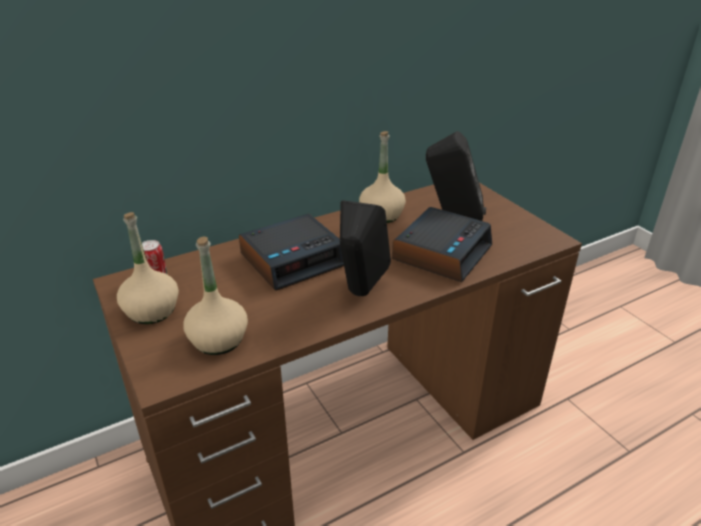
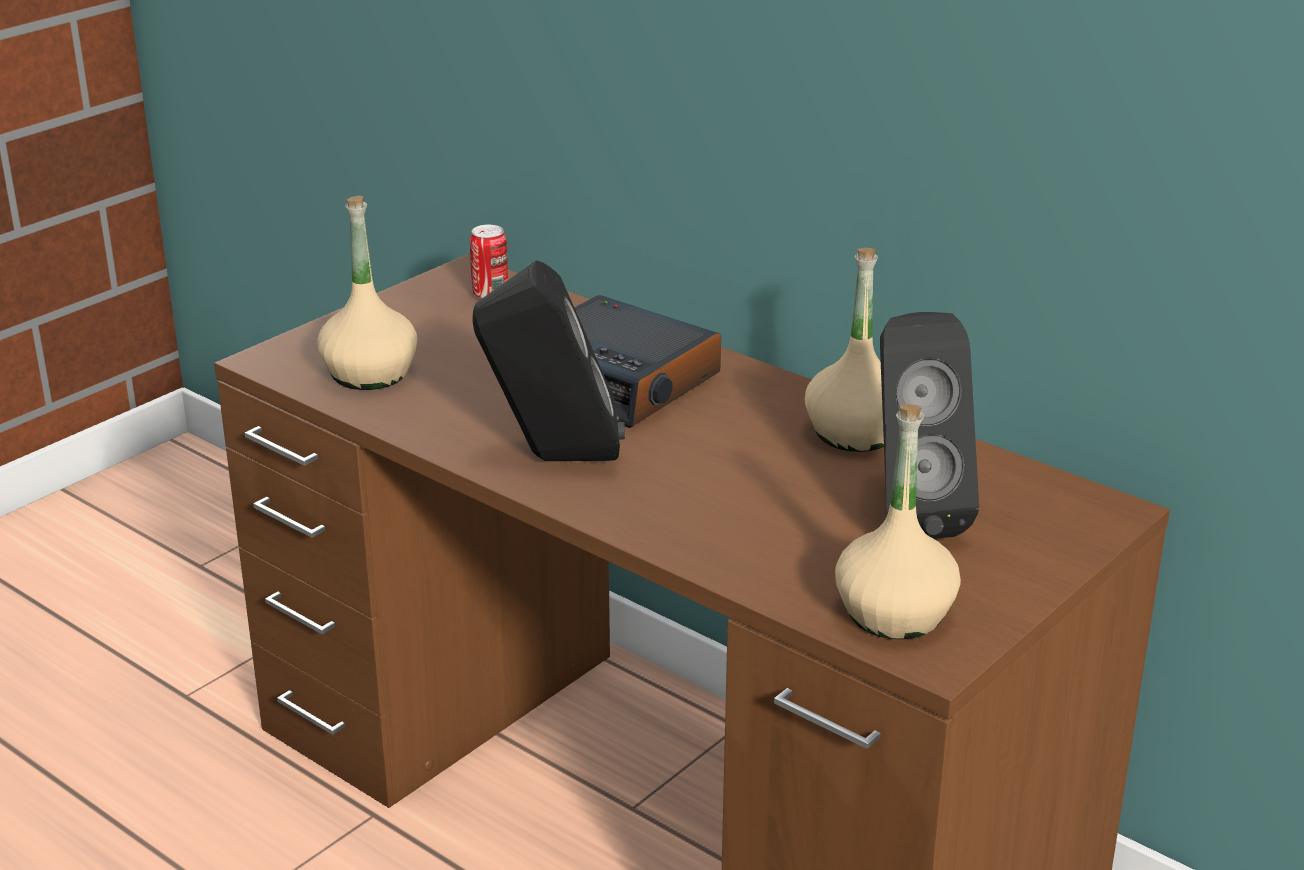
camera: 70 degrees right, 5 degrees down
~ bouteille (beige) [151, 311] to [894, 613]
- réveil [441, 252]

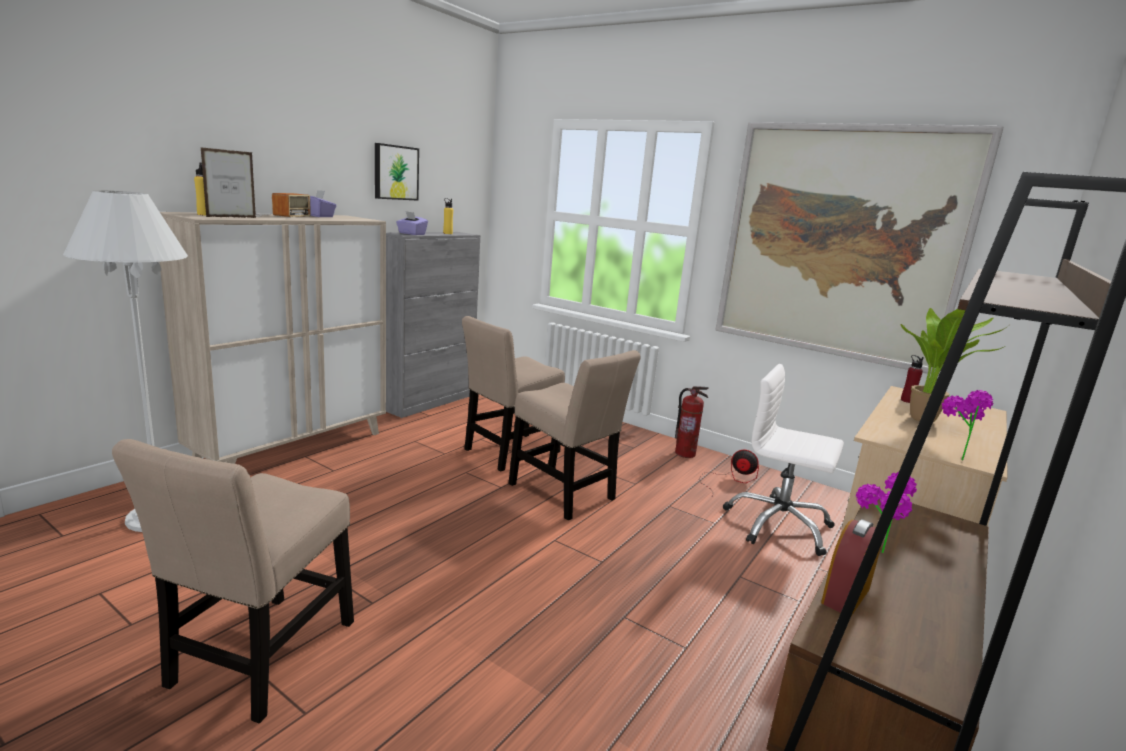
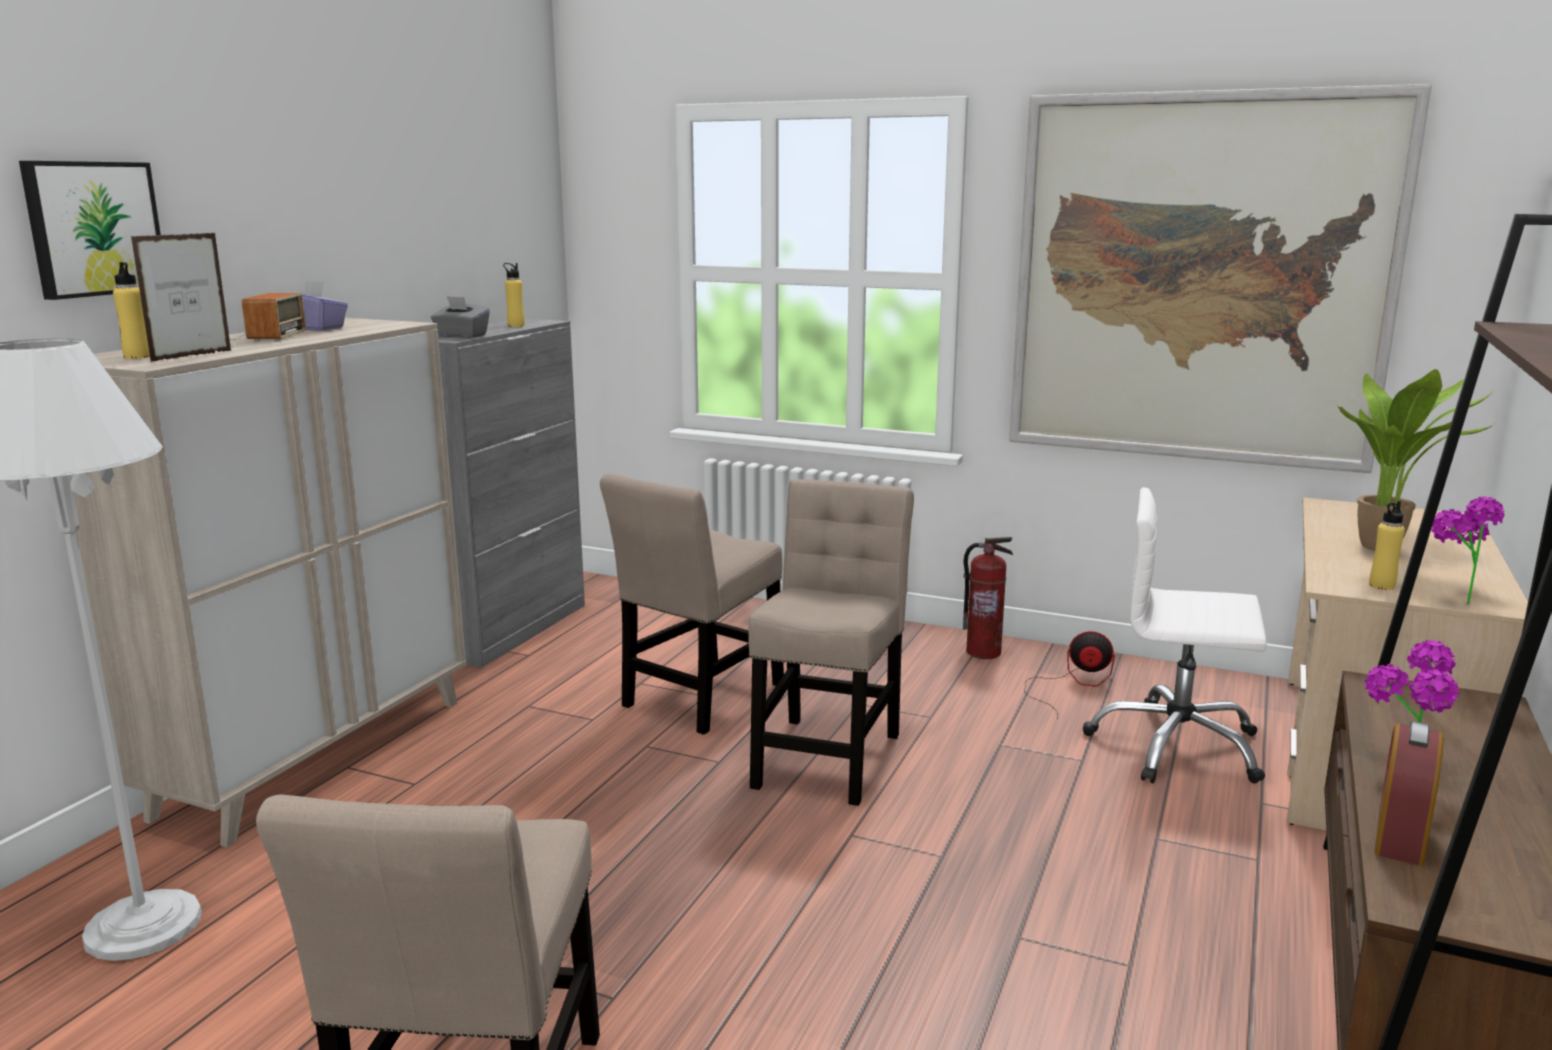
camera: 10 degrees left, 0 degrees up
~ tableau [395, 172] to [93, 228]
~ boîte à mouchoirs (violet) [411, 234] to boîte à mouchoirs (gris) [461, 336]
~ chaise (beige) [564, 494] = [828, 755] 105 degrees counterclockwise
+ bouteille (jaune) [1381, 586]
- bouteille (rouge) [907, 401]

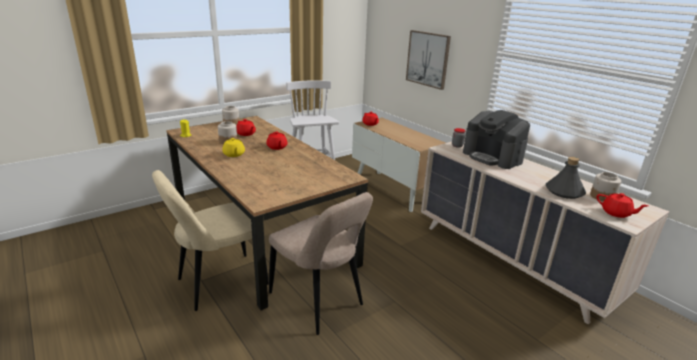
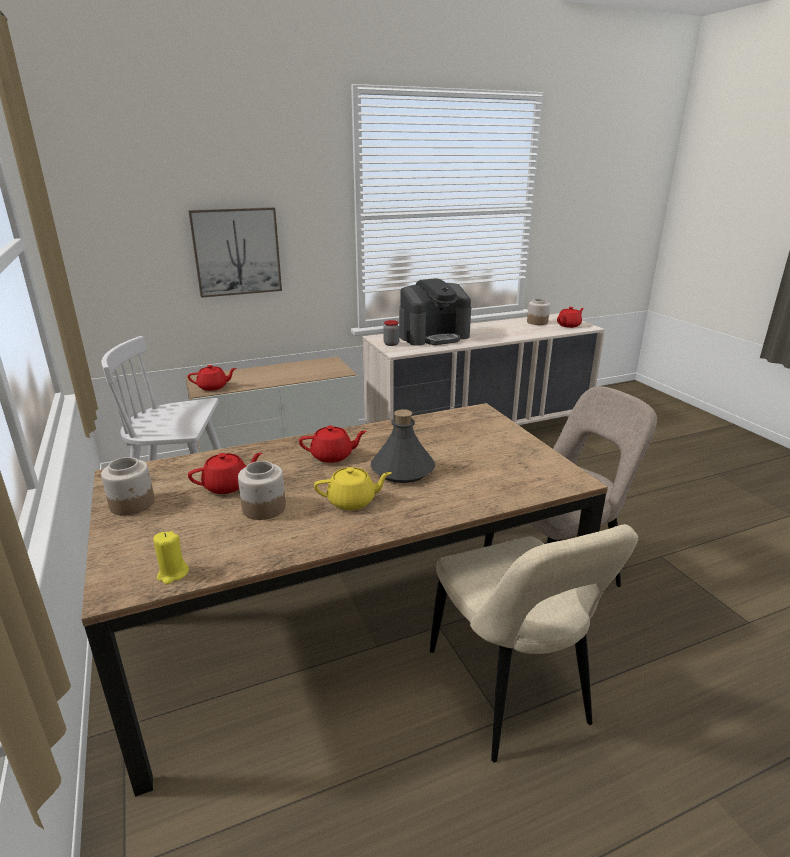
camera: 75 degrees left, 0 degrees up
~ bouteille (gris) [564, 192] to [403, 470]

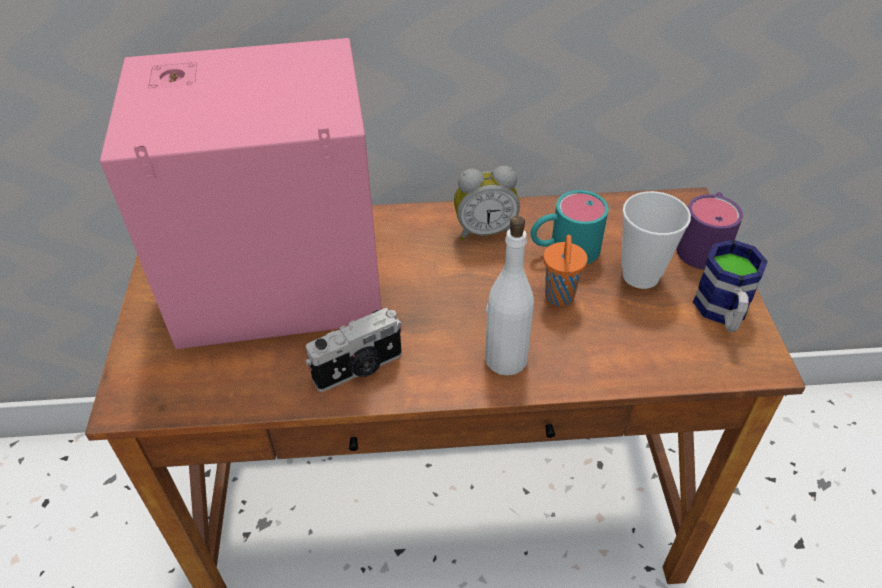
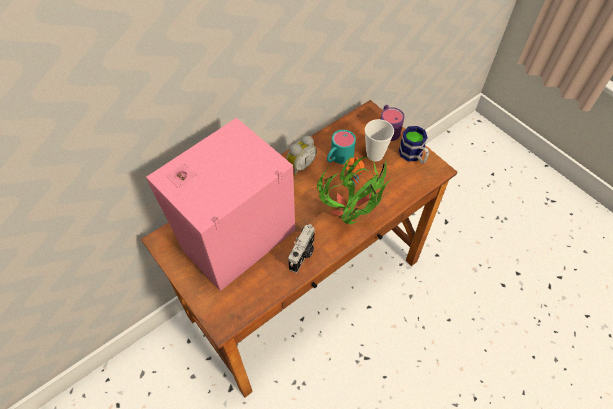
camera: 35 degrees left, 10 degrees up
~ bouteille (blanc) [505, 358] to plante en pot [353, 218]

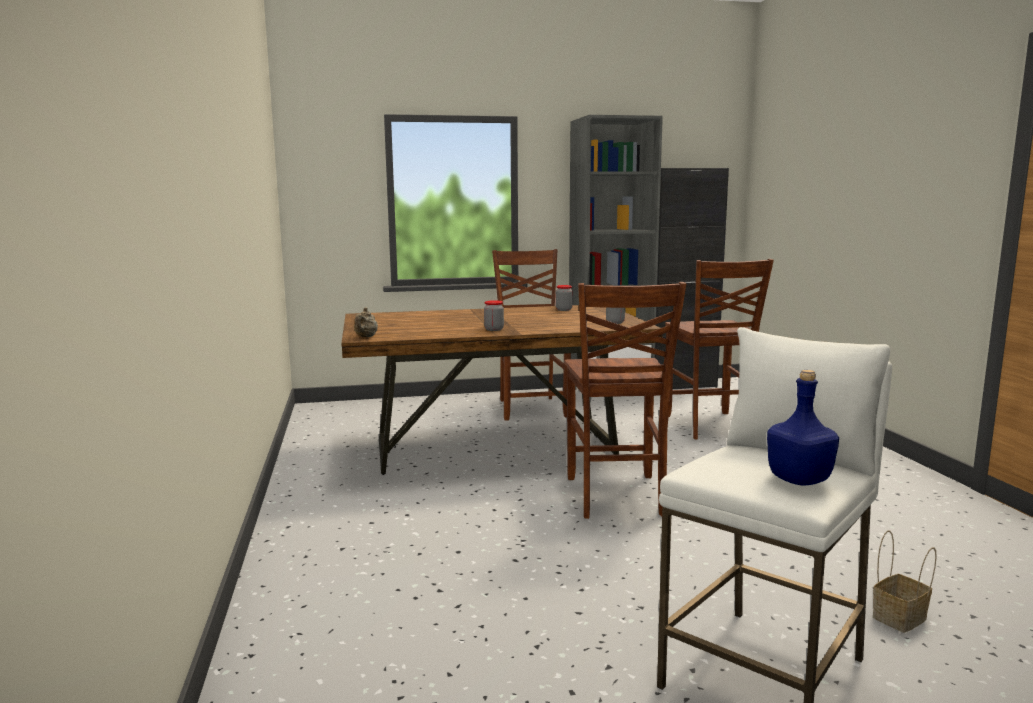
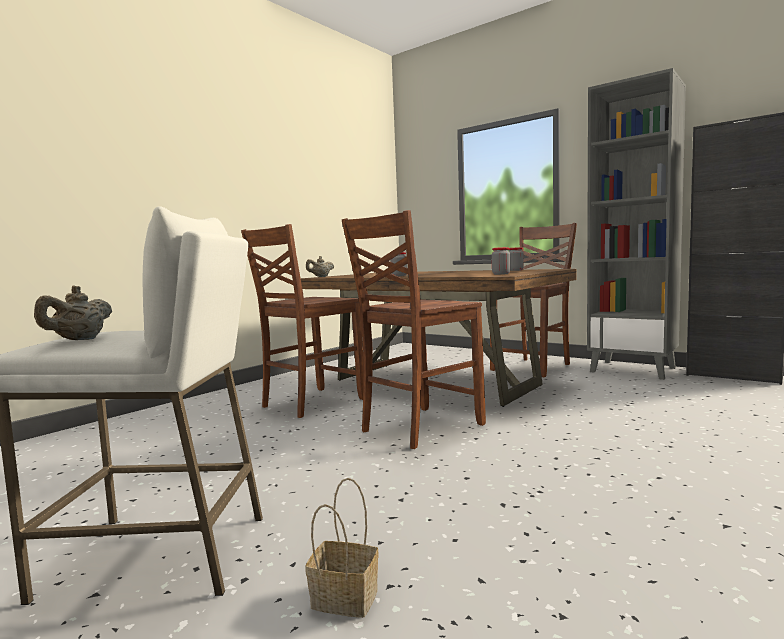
camera: 50 degrees right, 5 degrees down
~ bouteille (bleu) [800, 480] to théière (beige) [79, 340]
~ chaise (marron) [709, 426] to [310, 403]

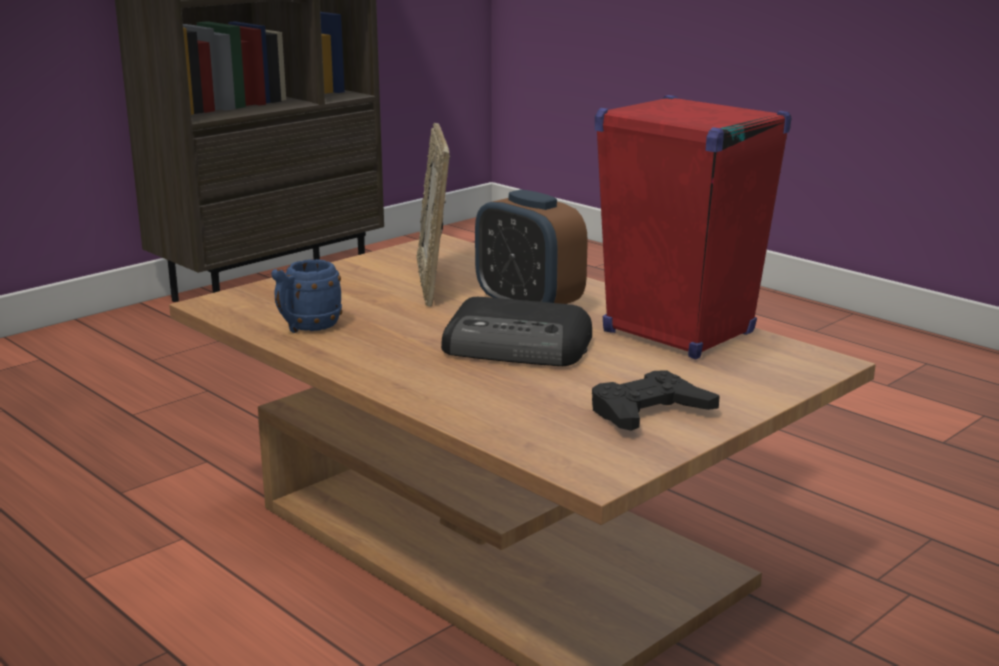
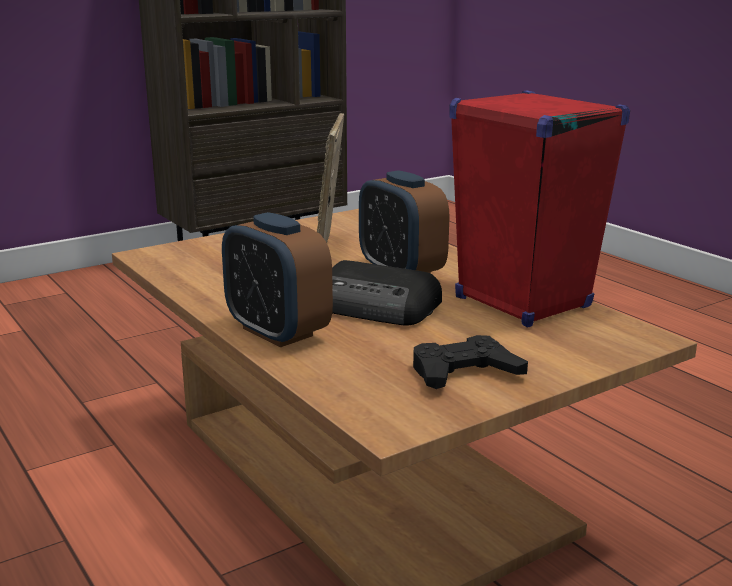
camera: 10 degrees right, 0 degrees up
+ réveil [277, 332]
- mug (bleu) [306, 327]

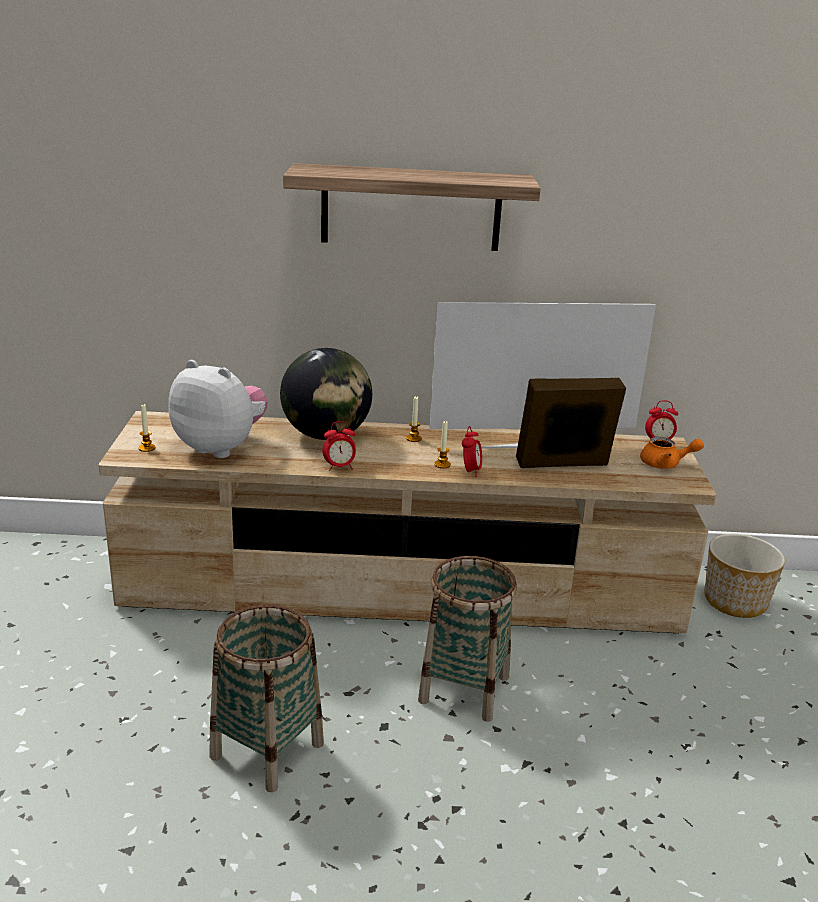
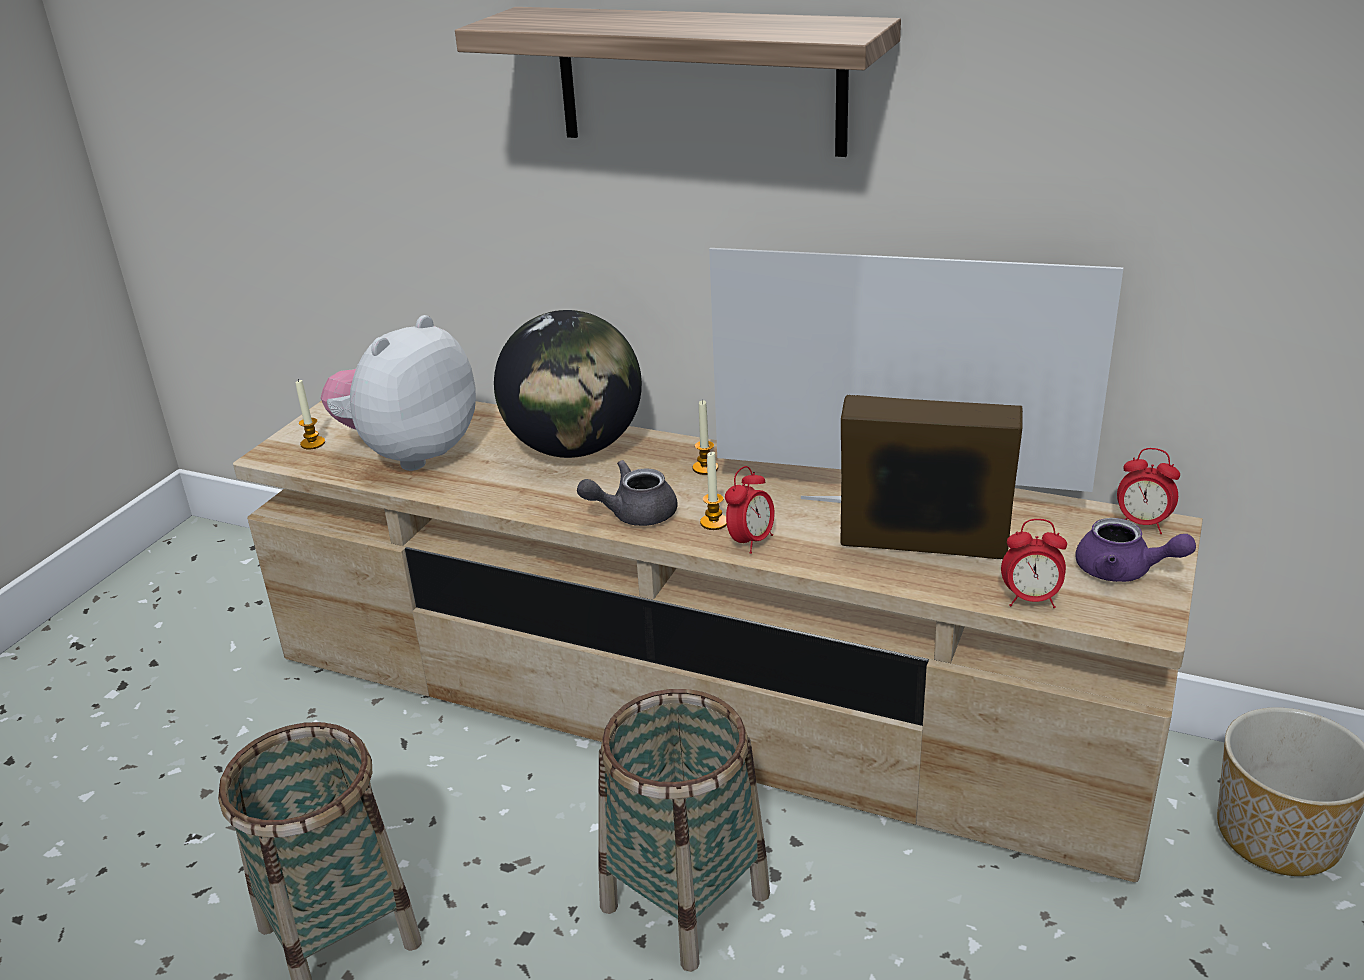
camera: 25 degrees right, 5 degrees up
~ peluche [221, 447] = [410, 453] 105 degrees counterclockwise
+ théière (gris) [633, 514]
~ réveil [339, 467] to [1031, 600]
~ théière (orange) [665, 464] to théière (violet) [1123, 571]

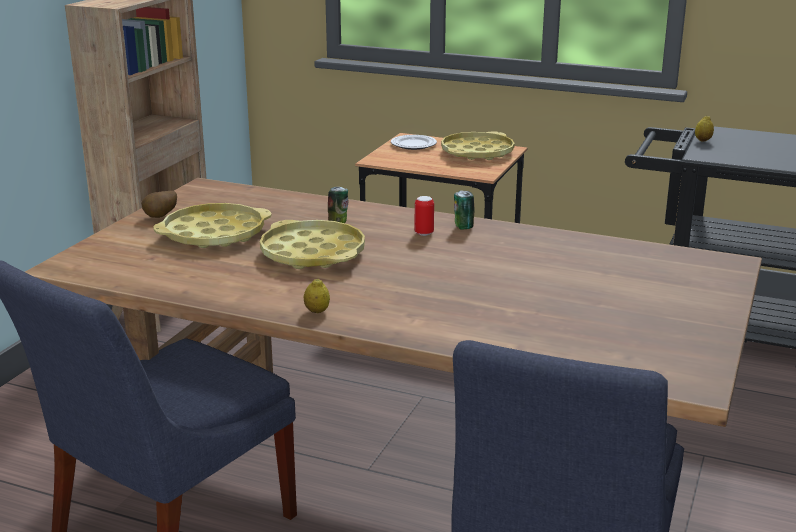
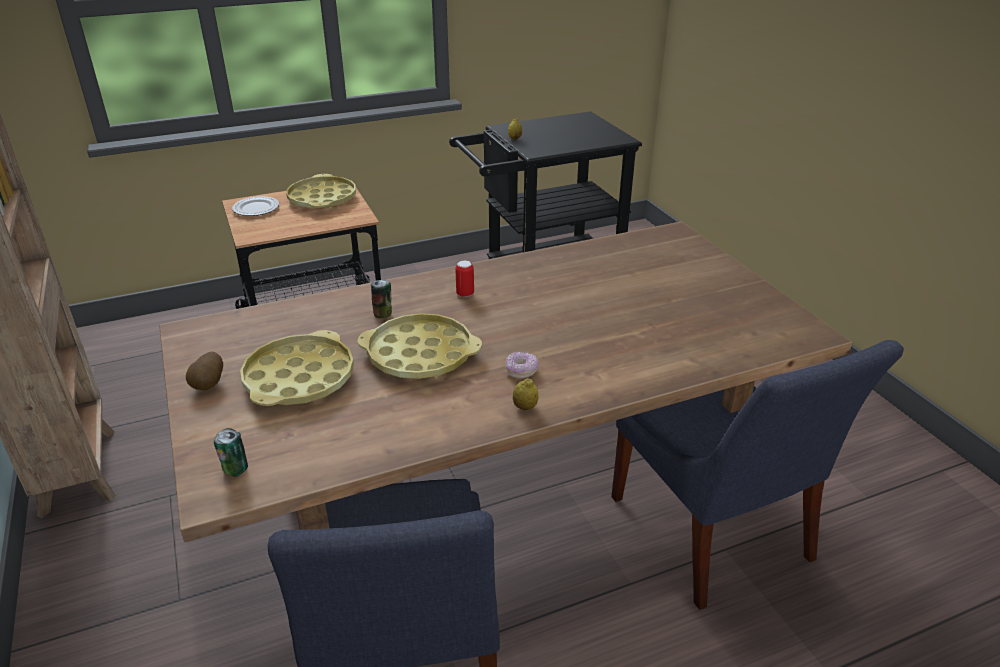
camera: 45 degrees left, 10 degrees up
~ boîte métallique [463, 226] to [235, 470]
+ beignet [521, 371]

